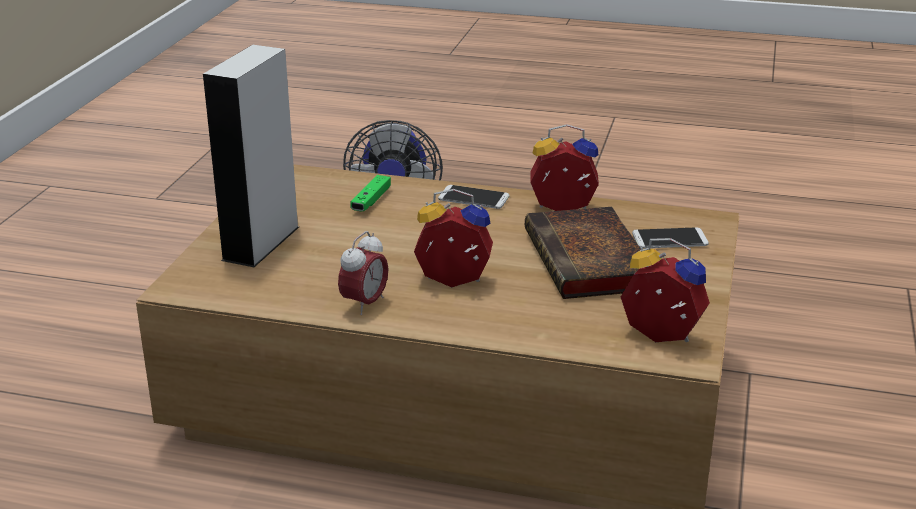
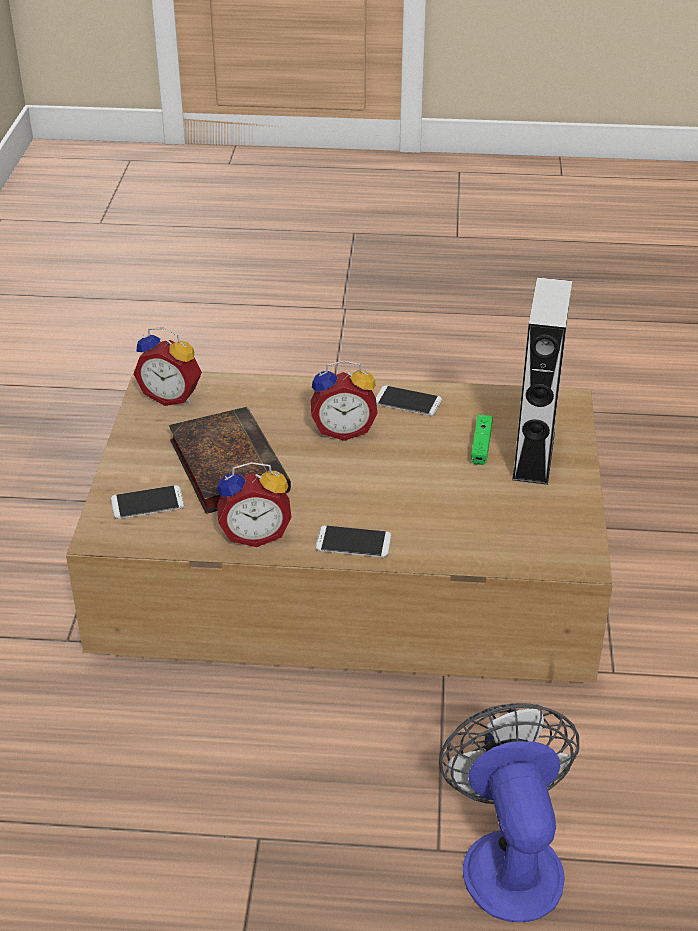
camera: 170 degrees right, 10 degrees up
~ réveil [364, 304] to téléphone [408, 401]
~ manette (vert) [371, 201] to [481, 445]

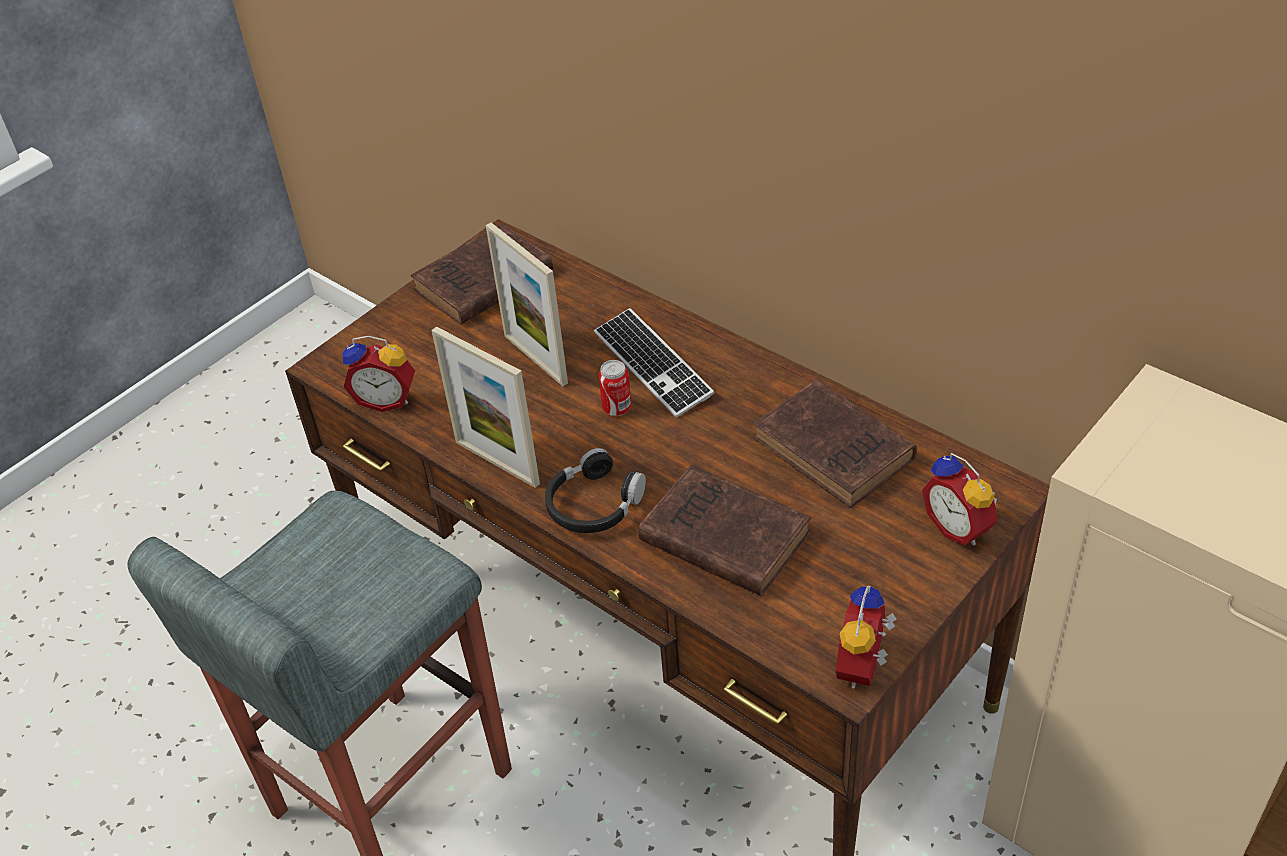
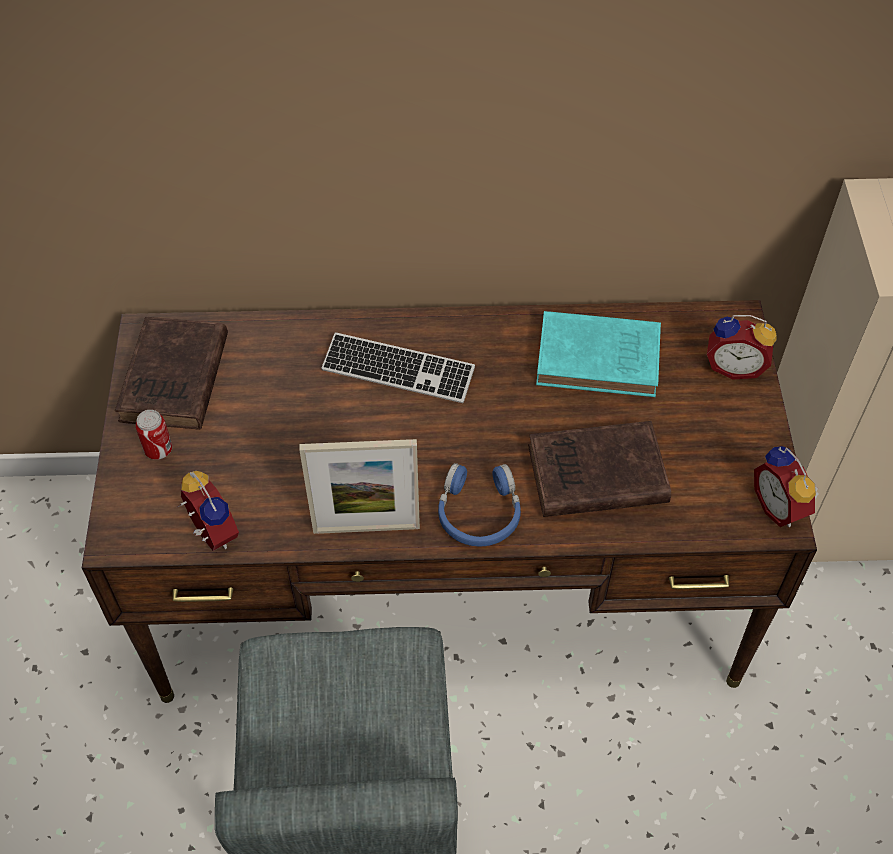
camera: 45 degrees left, 10 degrees up
~ boîte métallique [617, 408] to [158, 450]
~ réveil [387, 399] = [210, 534] 90 degrees counterclockwise
~ casque audio (noir) [594, 504] to casque audio (bleu) [479, 512]
~ livre (marron) [836, 451] to livre (turquoise) [601, 359]
- cadre photo [535, 359]

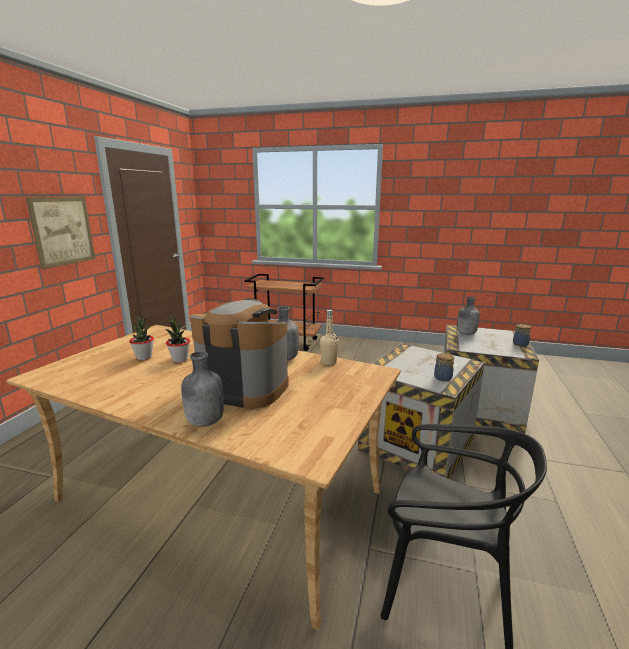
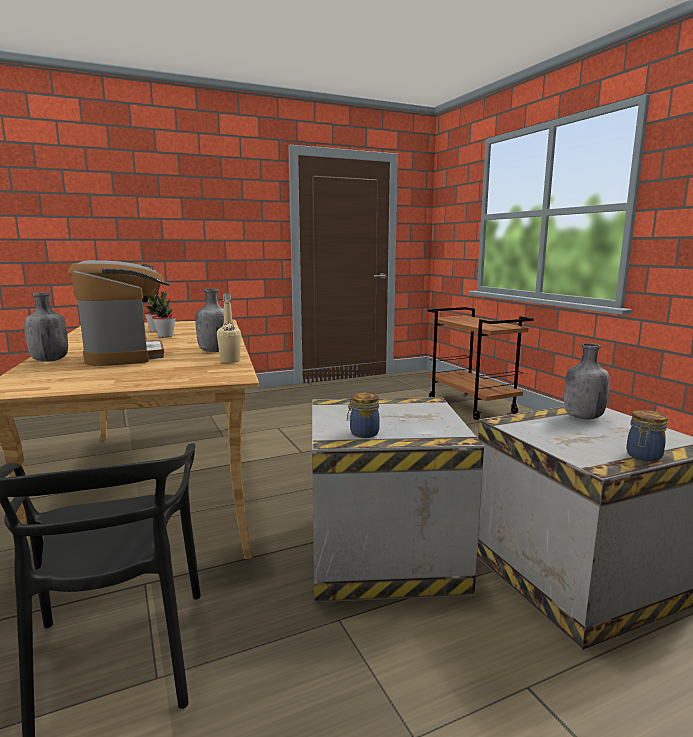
camera: 50 degrees right, 5 degrees down
- tableau [63, 231]

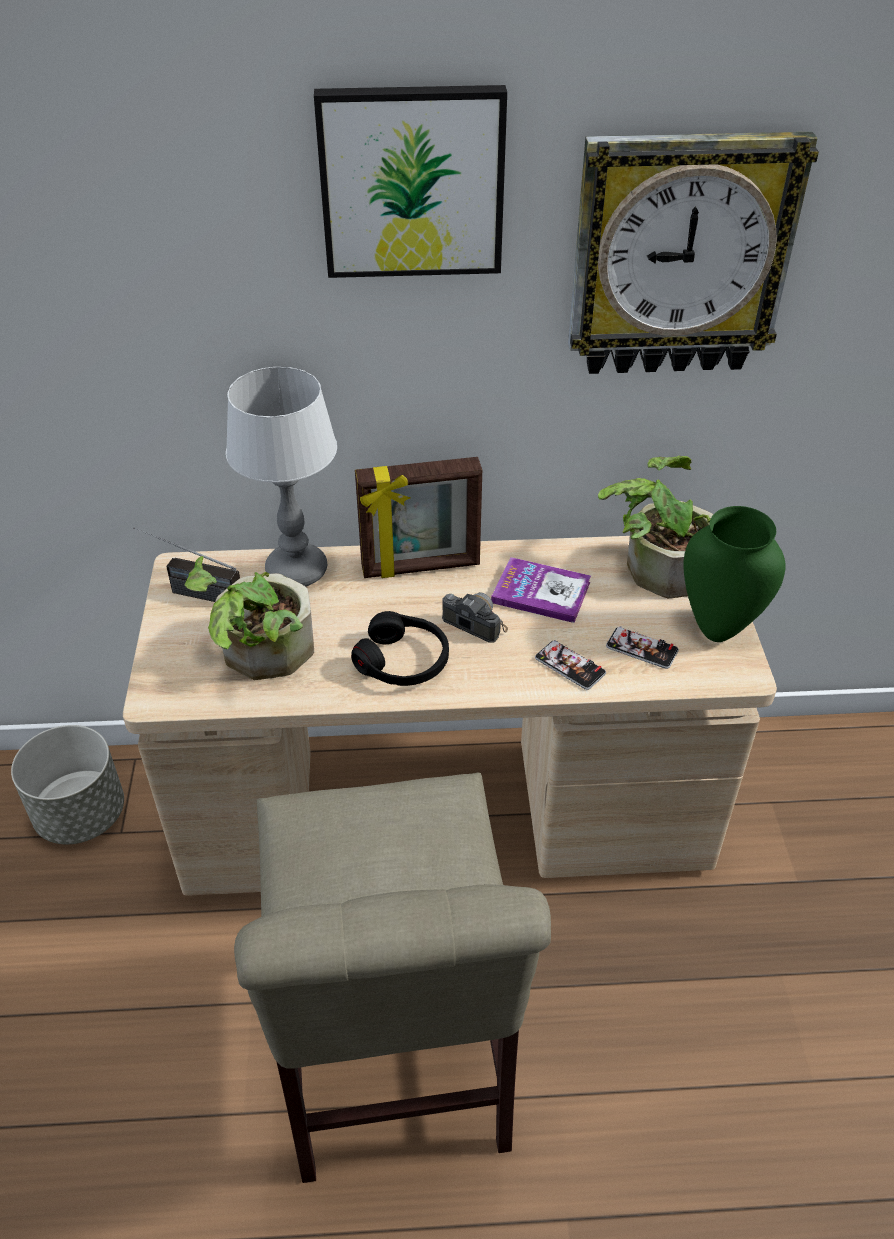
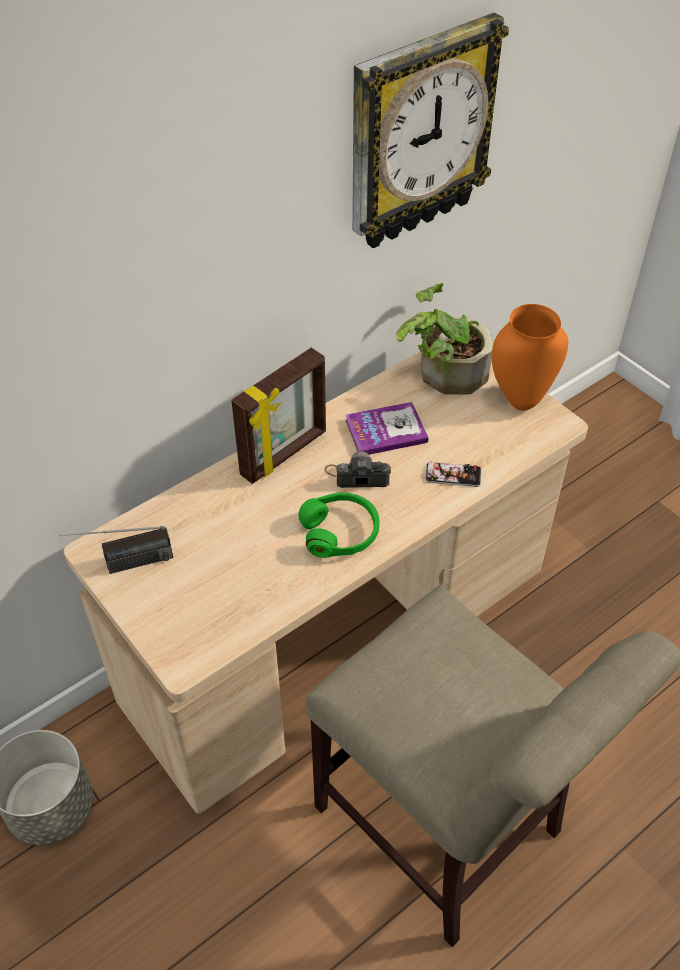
camera: 35 degrees left, 5 degrees up
~ casque audio (noir) [403, 661] to casque audio (vert) [340, 532]
~ vase (vert) [719, 628] to vase (orange) [520, 399]
- plante en pot [260, 656]
- lampe de table [296, 571]
- tableau [412, 182]
- téléphone [642, 649]

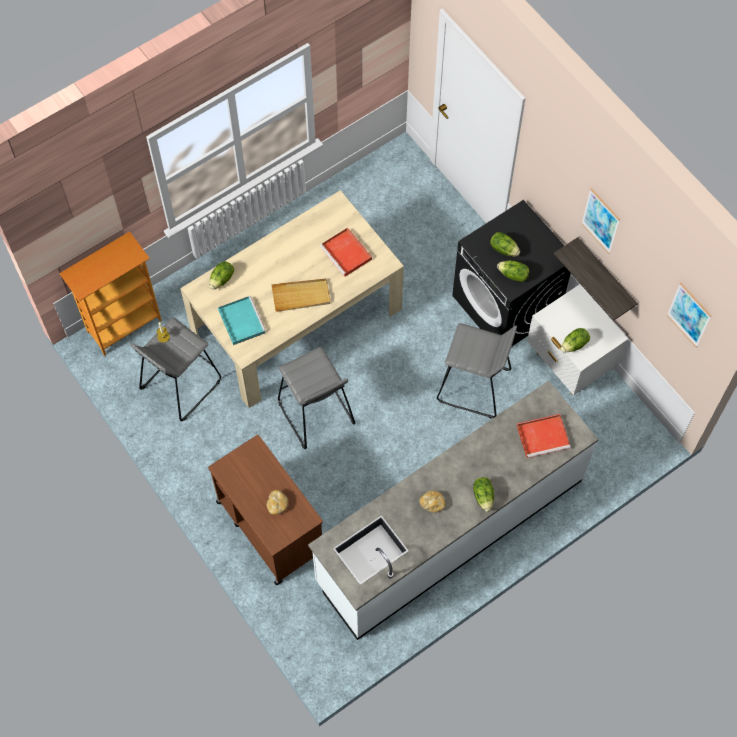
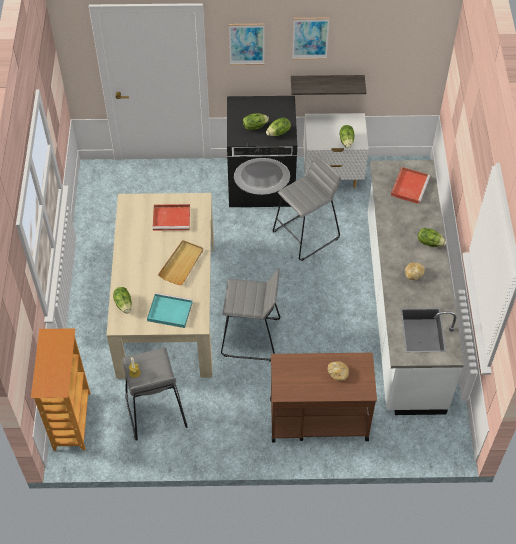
camera: 55 degrees left, 10 degrees down
~ tableau [689, 314] to [246, 44]

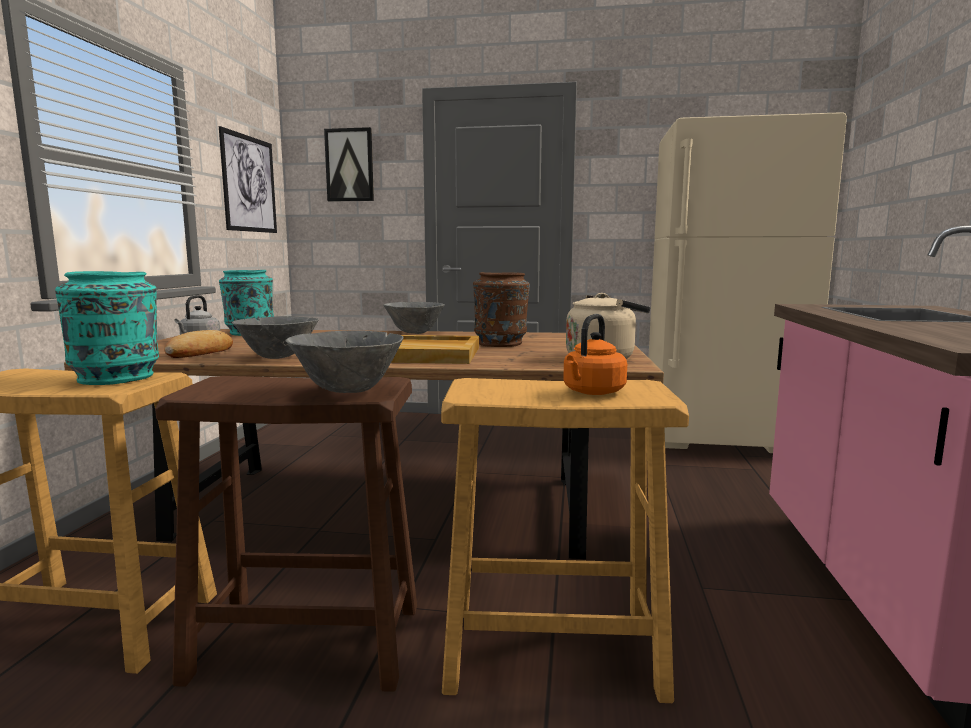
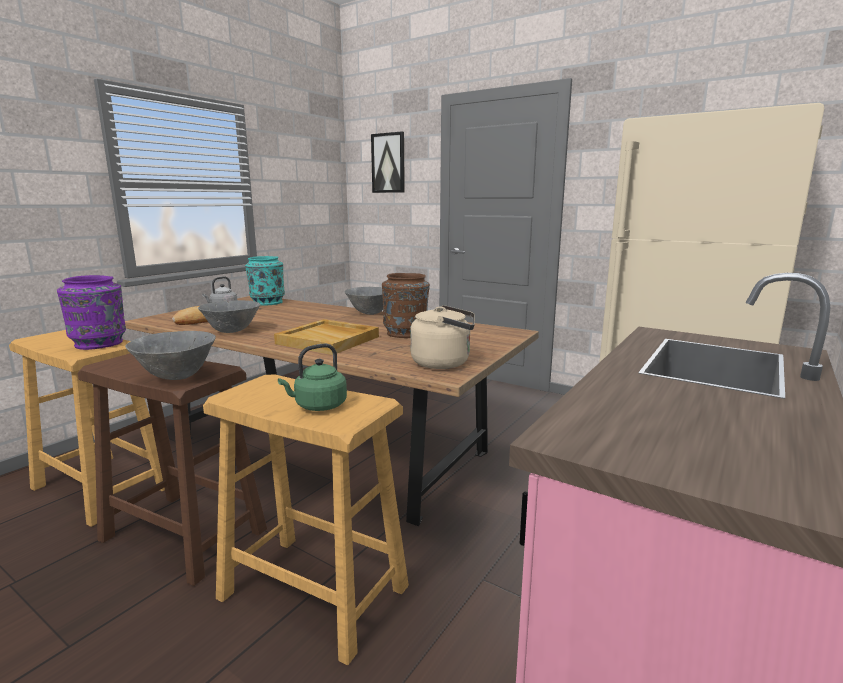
camera: 25 degrees right, 5 degrees up
~ vase (turquoise) [117, 378] to vase (violet) [99, 344]
~ bouilloire (orange) [592, 392] to bouilloire (vert) [318, 406]
- tableau [249, 184]

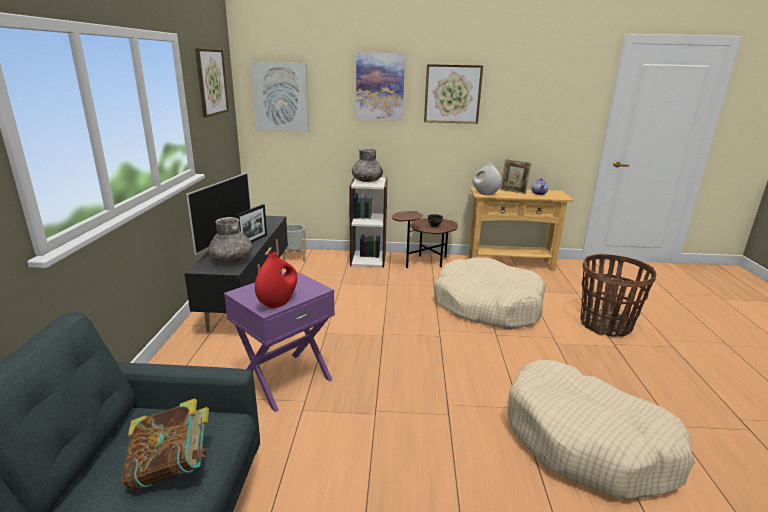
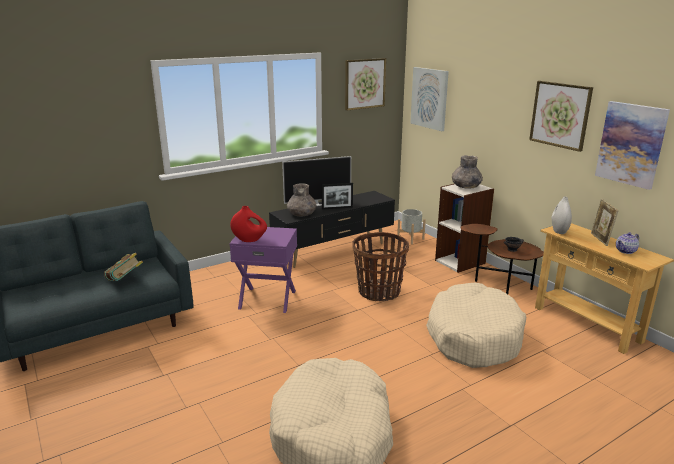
camera: 55 degrees right, 0 degrees up
~ panier [605, 325] to [379, 292]
~ tableau [380, 87] to [631, 144]

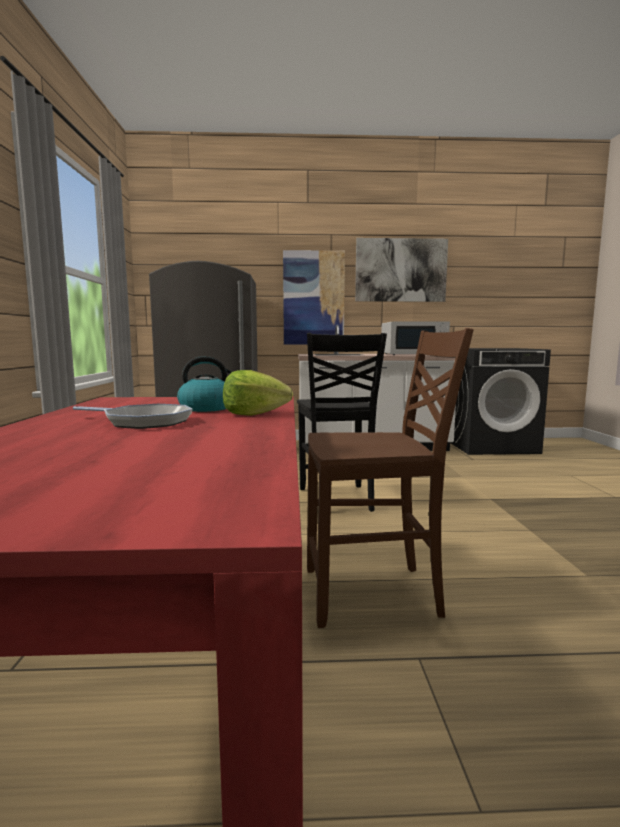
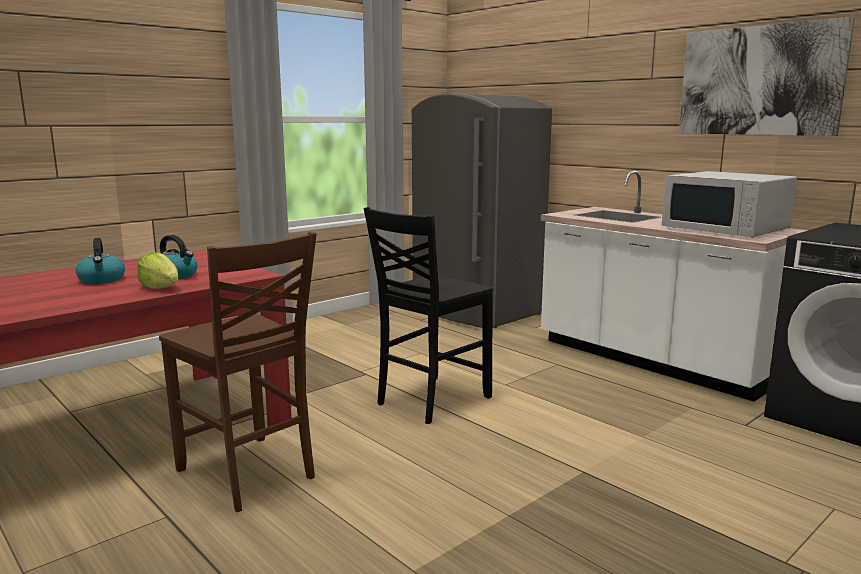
camera: 50 degrees right, 5 degrees up
~ poêle [143, 422] to bouilloire [102, 280]
- tableau [313, 298]

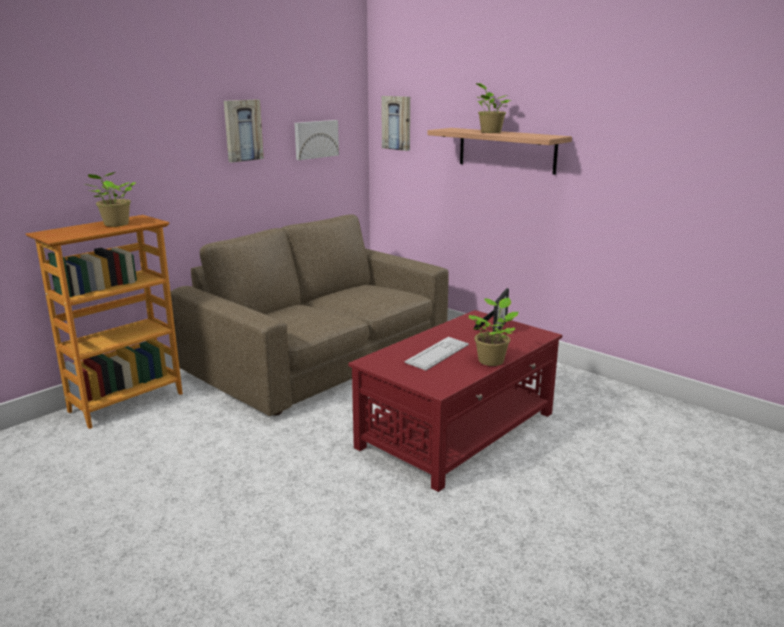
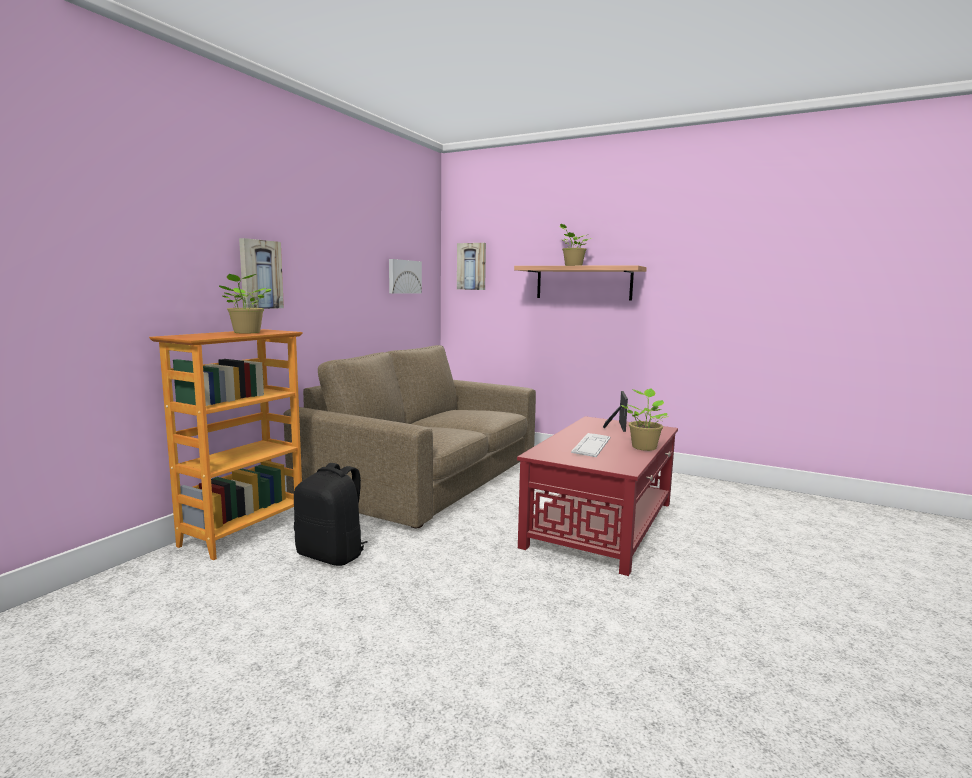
camera: 15 degrees left, 10 degrees down
~ tableau [242, 130] to [260, 274]
+ sac à dos (noir) [332, 555]

